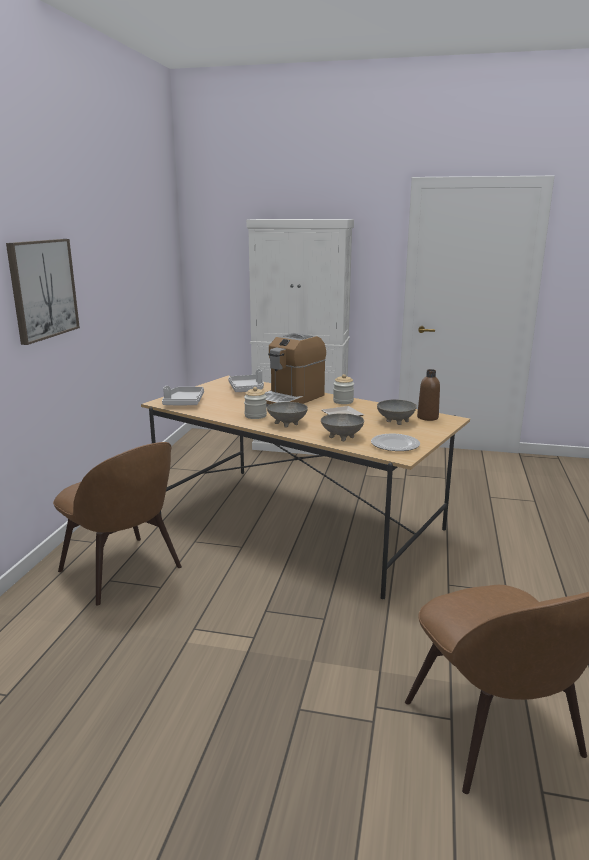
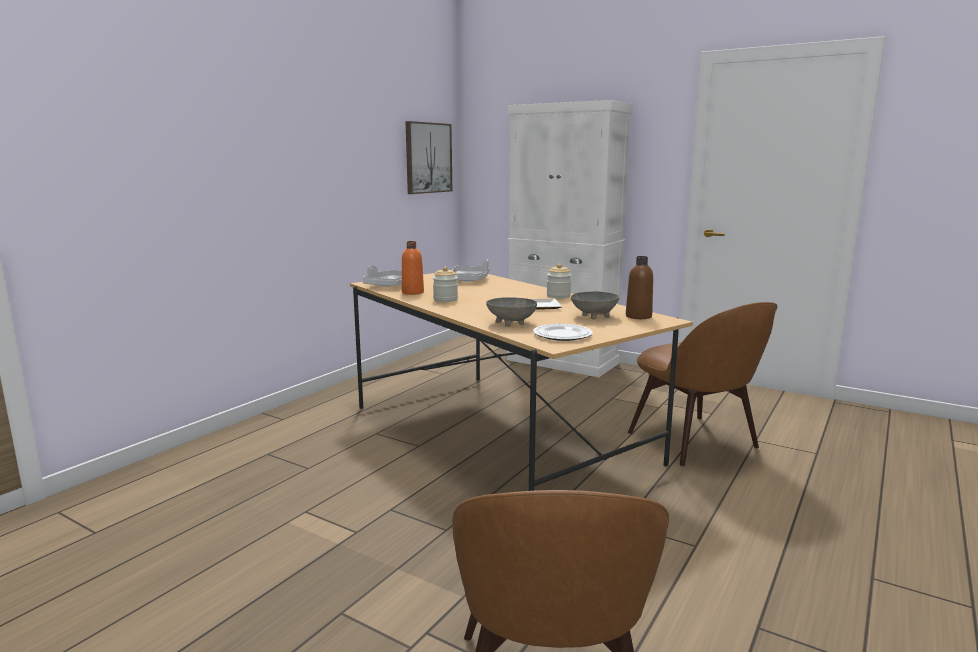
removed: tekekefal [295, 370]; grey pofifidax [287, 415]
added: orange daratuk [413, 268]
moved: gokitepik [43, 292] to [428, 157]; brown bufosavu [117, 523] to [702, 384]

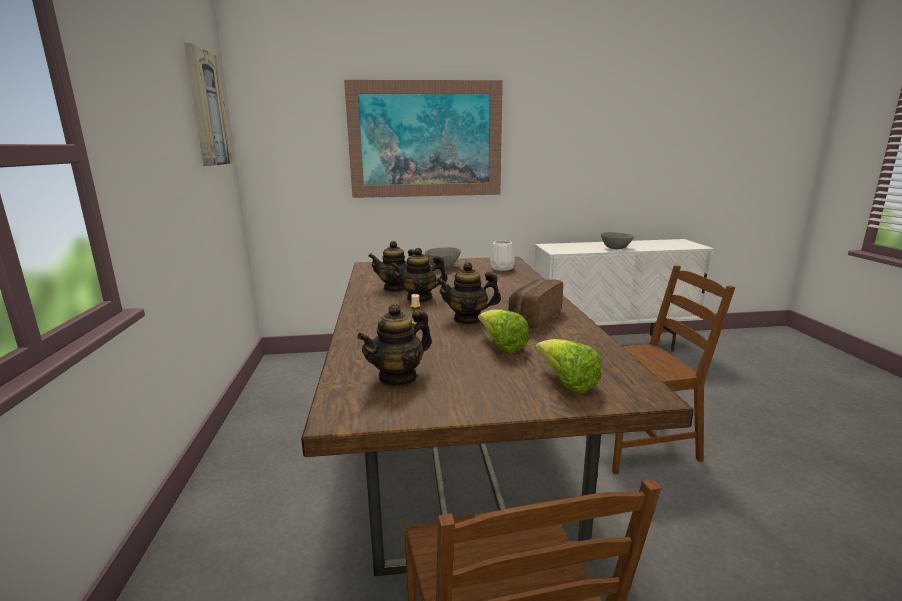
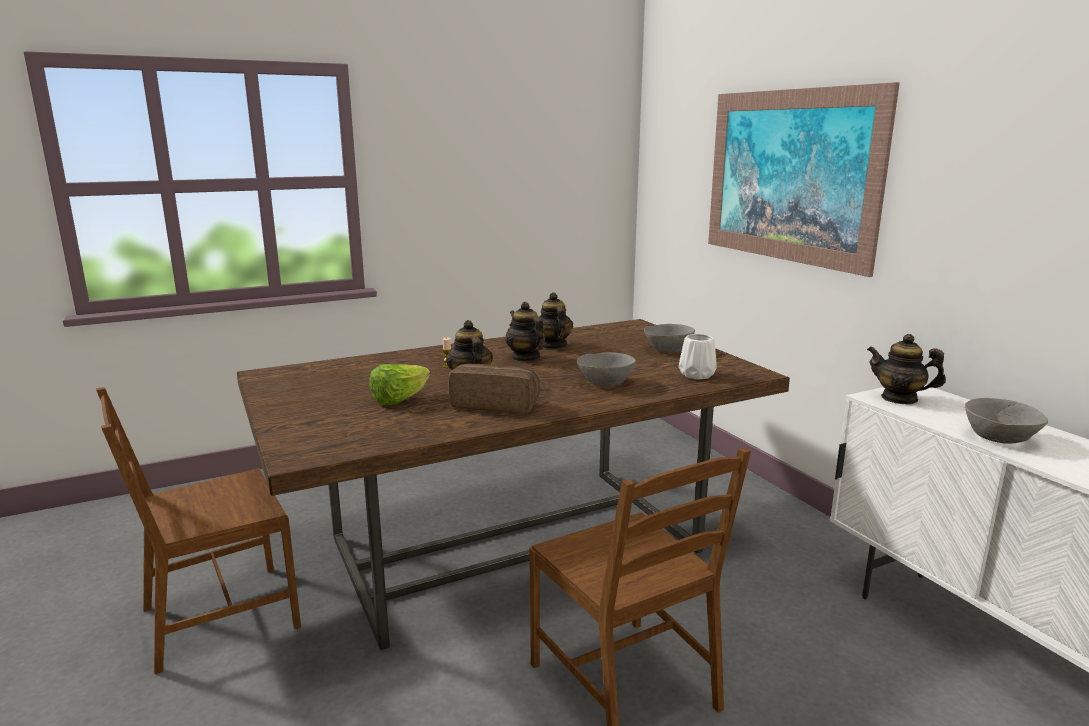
removed: gokitepik [208, 104]; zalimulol [568, 366]
added: grey pofifidax [606, 369]
moved: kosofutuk [394, 345] to [906, 369]

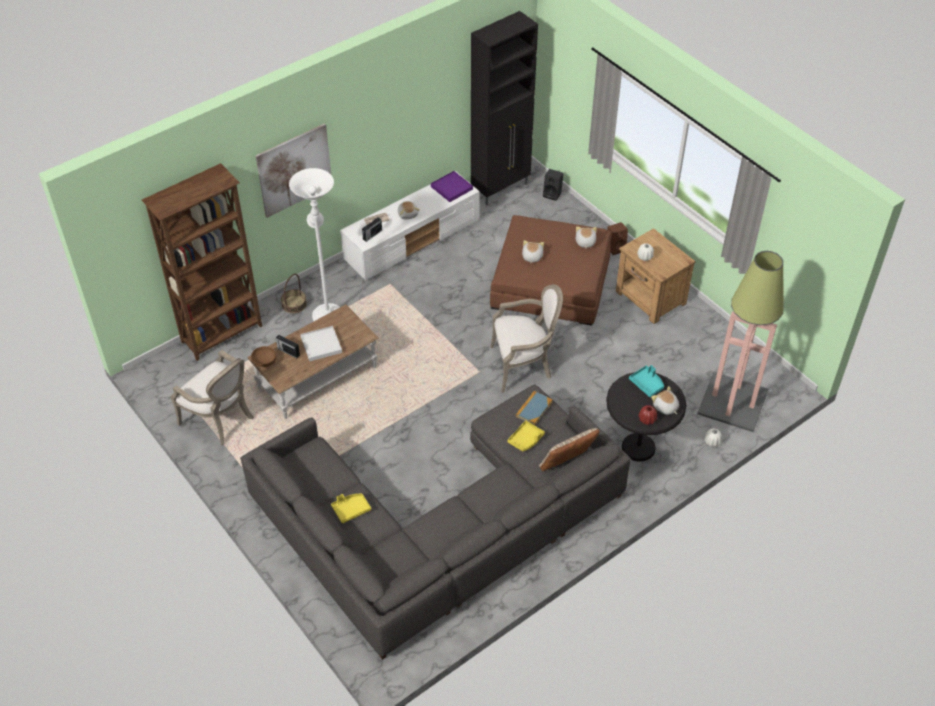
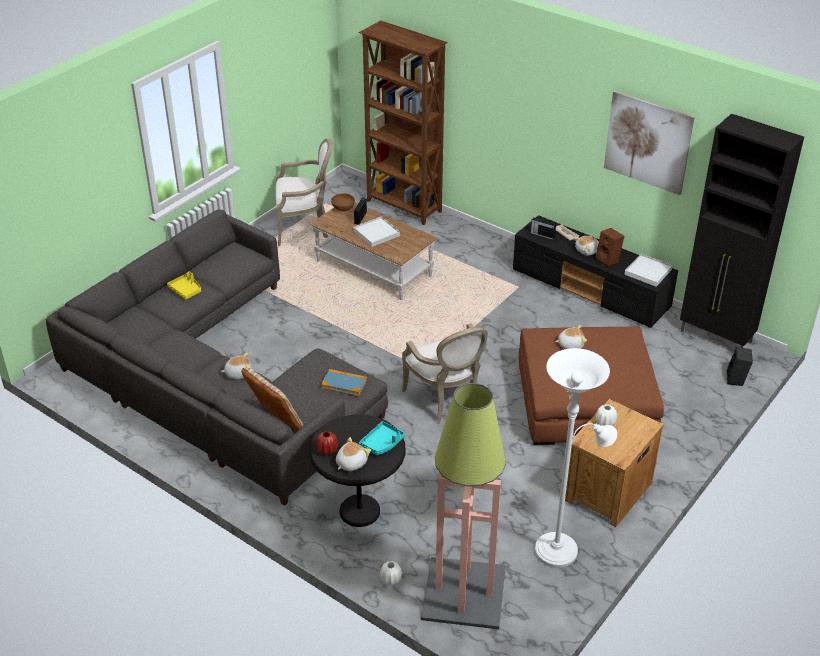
removed: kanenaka [294, 293]; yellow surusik [526, 436]
moved: gokitepik [293, 170] to [649, 143]; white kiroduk [314, 244] to [576, 458]; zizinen [586, 237] to [236, 366]; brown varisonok [617, 238] to [609, 247]
recoloured: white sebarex [410, 226] to black sebarex [595, 271]; purple surusik [452, 186] to white surusik [648, 270]
turned: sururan [212, 397] = [304, 192] 120 degrees counterclockwise

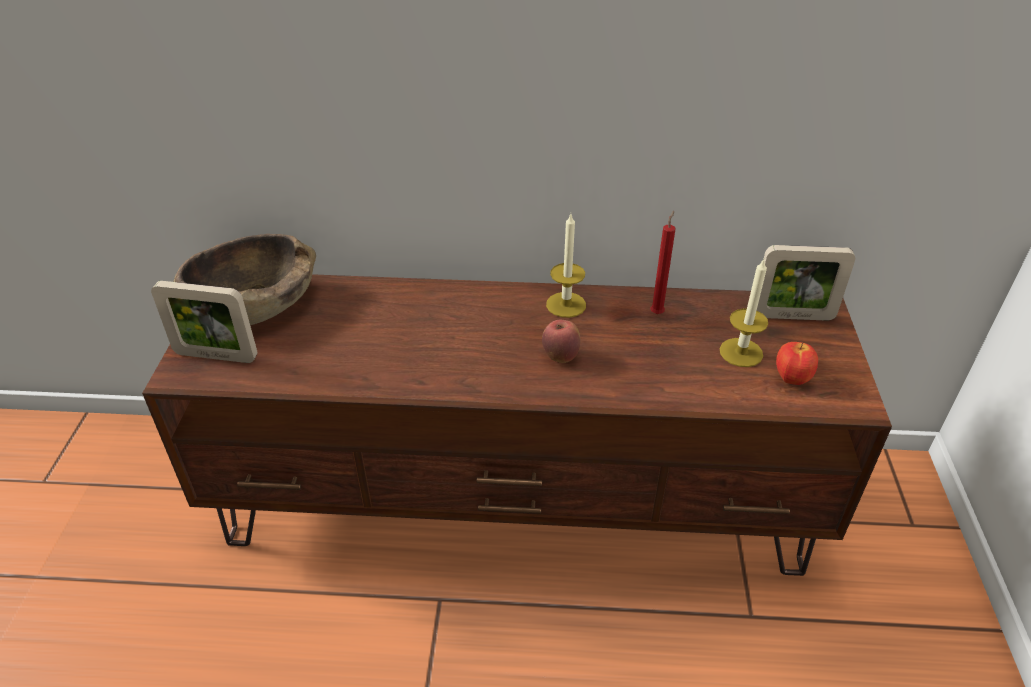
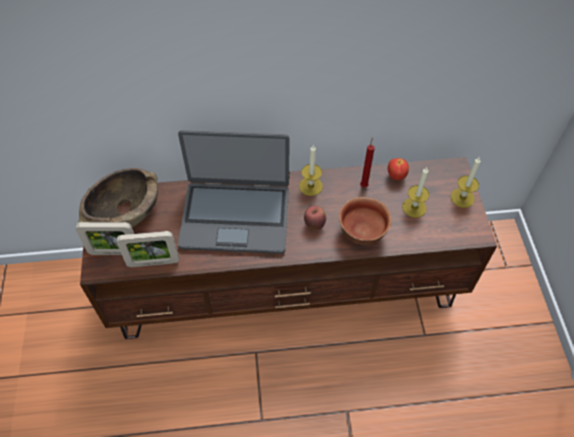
added: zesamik [234, 192]; pofifidax [365, 221]; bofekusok [465, 182]
moved: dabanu [806, 283] to [148, 249]; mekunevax [797, 363] to [398, 169]

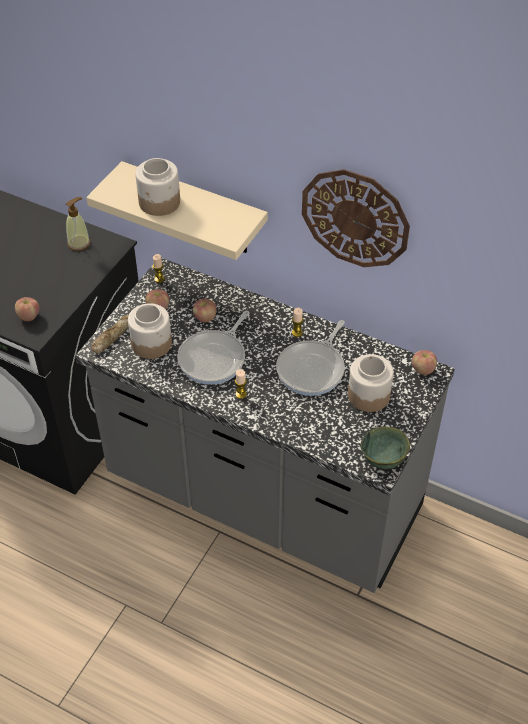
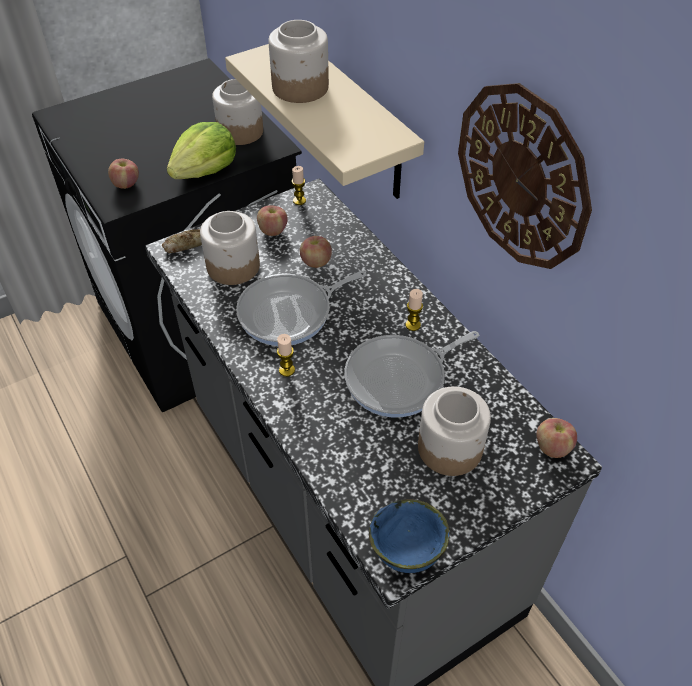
added: zalimulol [201, 150]
replaced: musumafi [78, 224] to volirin [237, 112]
recoloured: green pofifidax [385, 448] to blue pofifidax [409, 536]

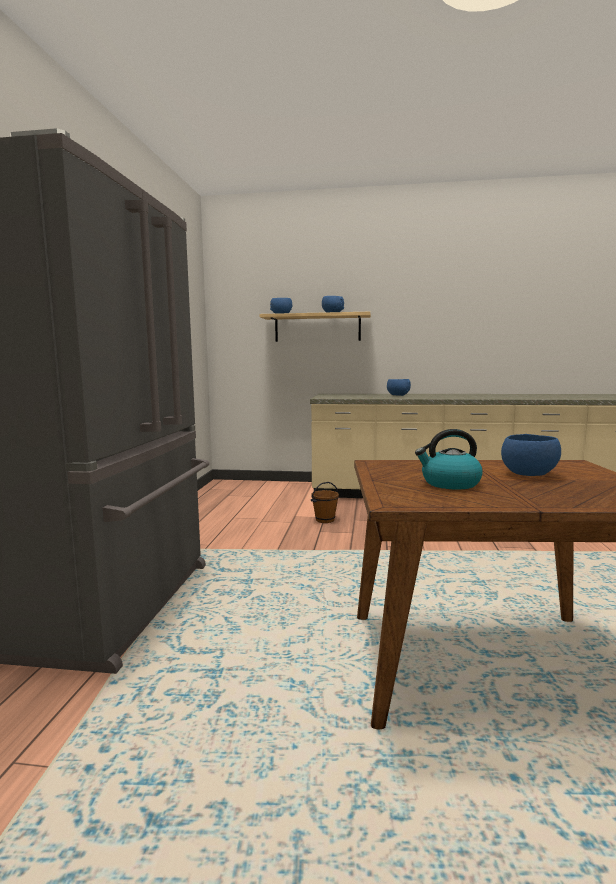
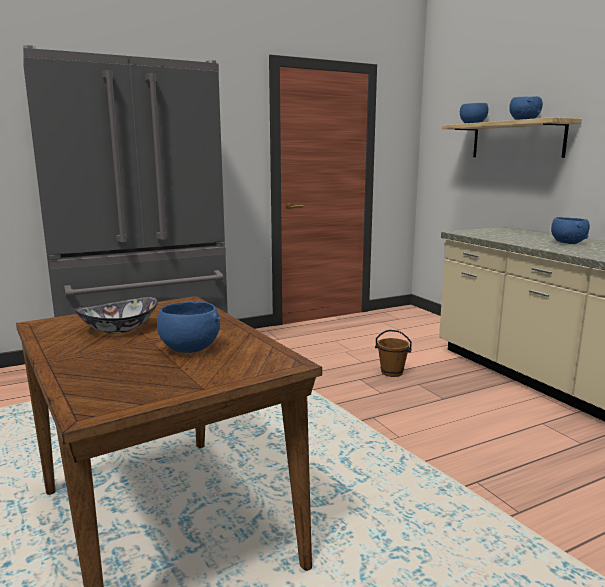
replaced: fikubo [449, 459] to pofifidax [116, 315]

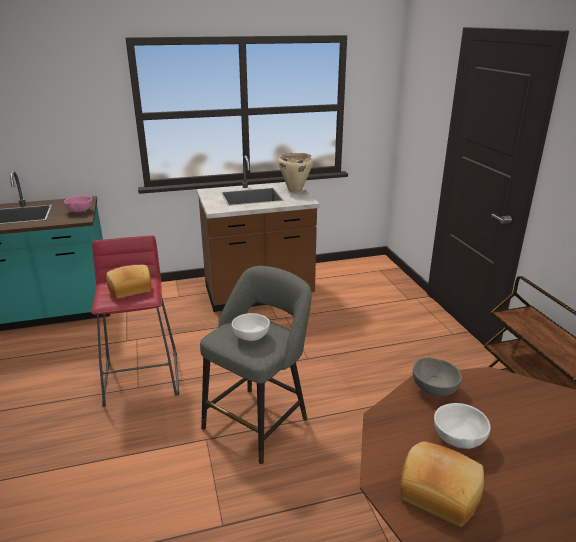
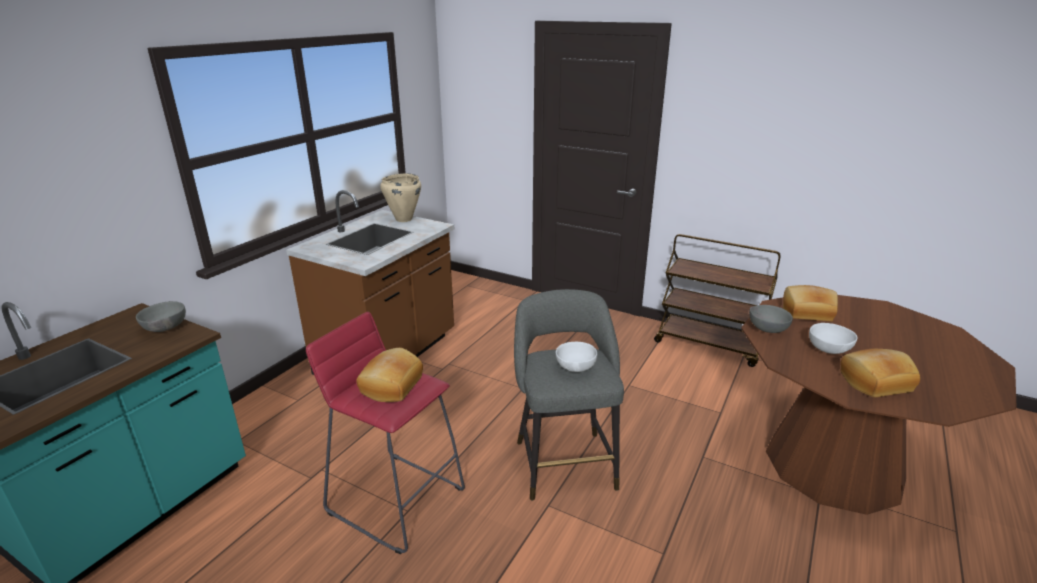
added: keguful [810, 303]
recoloured: pink pofifidax [78, 204] to grey pofifidax [161, 316]

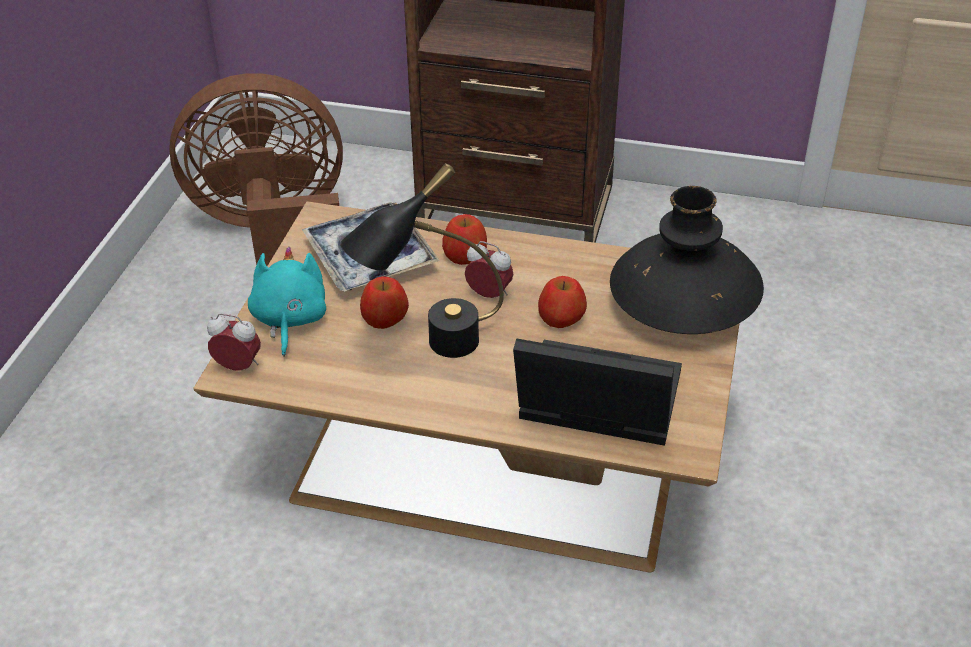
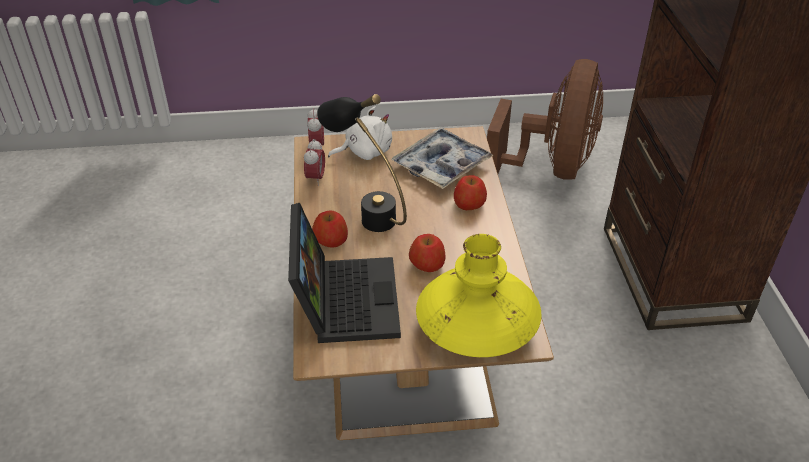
moved: mekunevax [384, 302] to [330, 229]; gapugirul [489, 269] to [314, 162]
recoloured: turquoise zizinen [287, 301] to white zizinen [360, 133]; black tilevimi [687, 260] to yellow tilevimi [478, 295]
turned: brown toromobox [256, 169] = [545, 119] 45 degrees clockwise

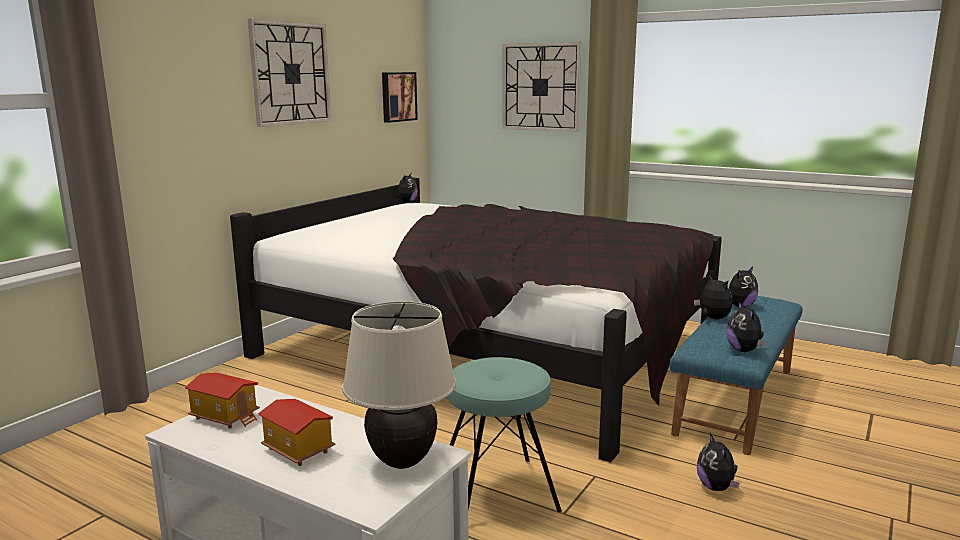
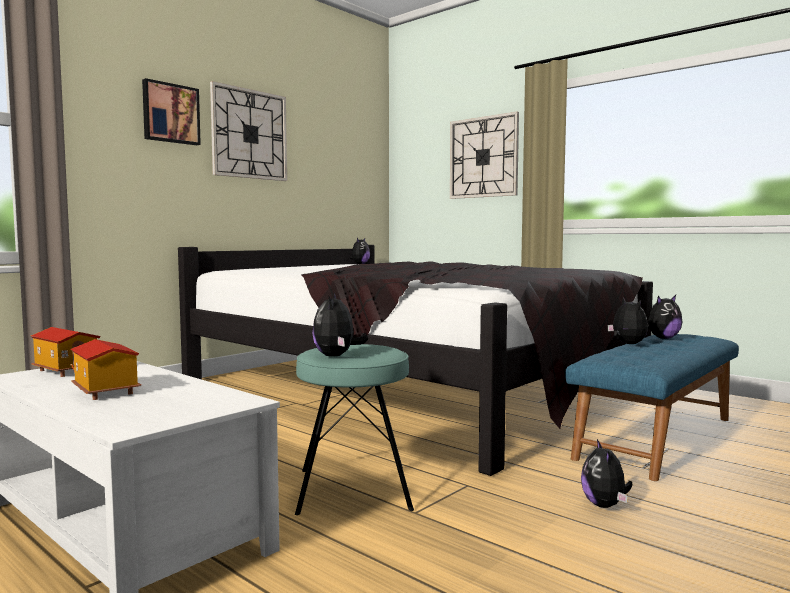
removed: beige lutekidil [399, 385]
moved: gokitepik [400, 97] to [171, 111]; zizinen [746, 326] to [340, 325]

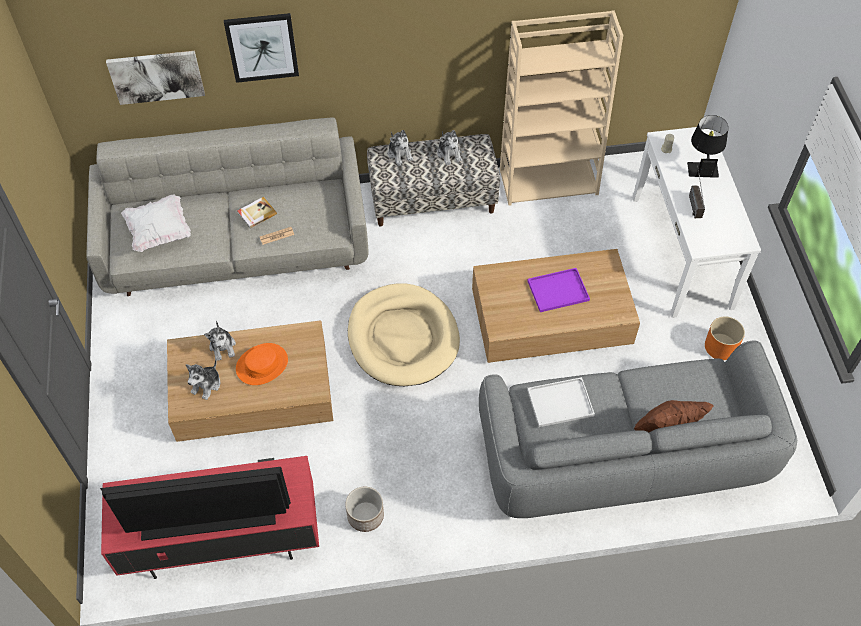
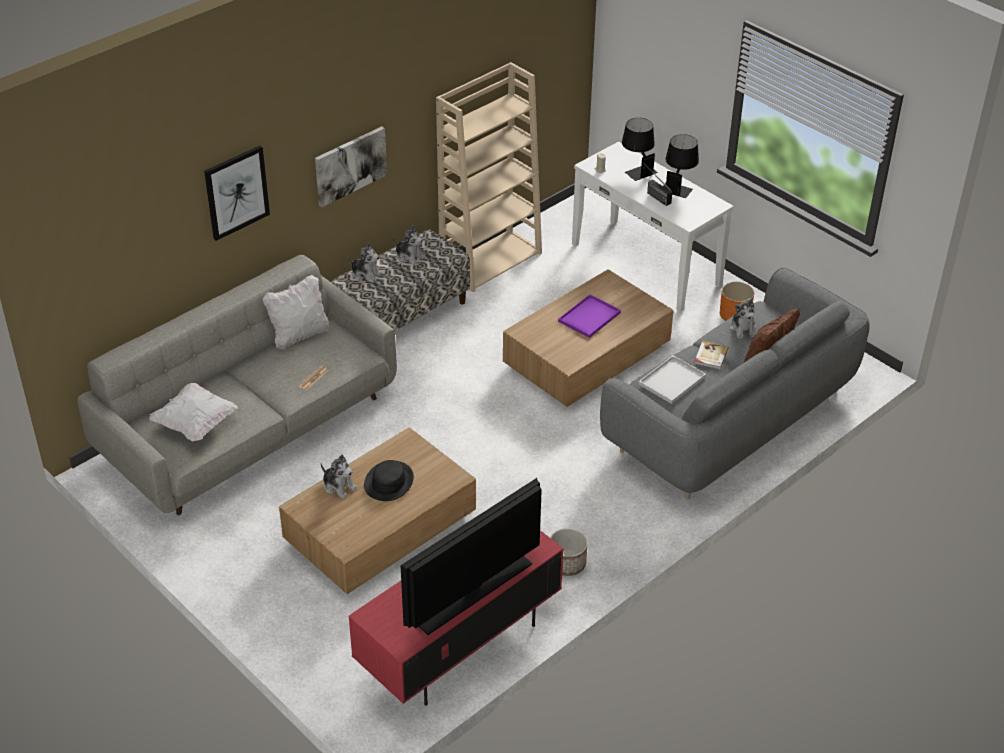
removed: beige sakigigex [404, 335]
added: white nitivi [296, 312]; black lutekidil [681, 166]
moved: gokitepik [155, 78] to [351, 166]; zizinen [203, 379] to [743, 319]; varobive [257, 213] to [711, 355]
recoloured: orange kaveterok [262, 364] to black kaveterok [389, 480]

